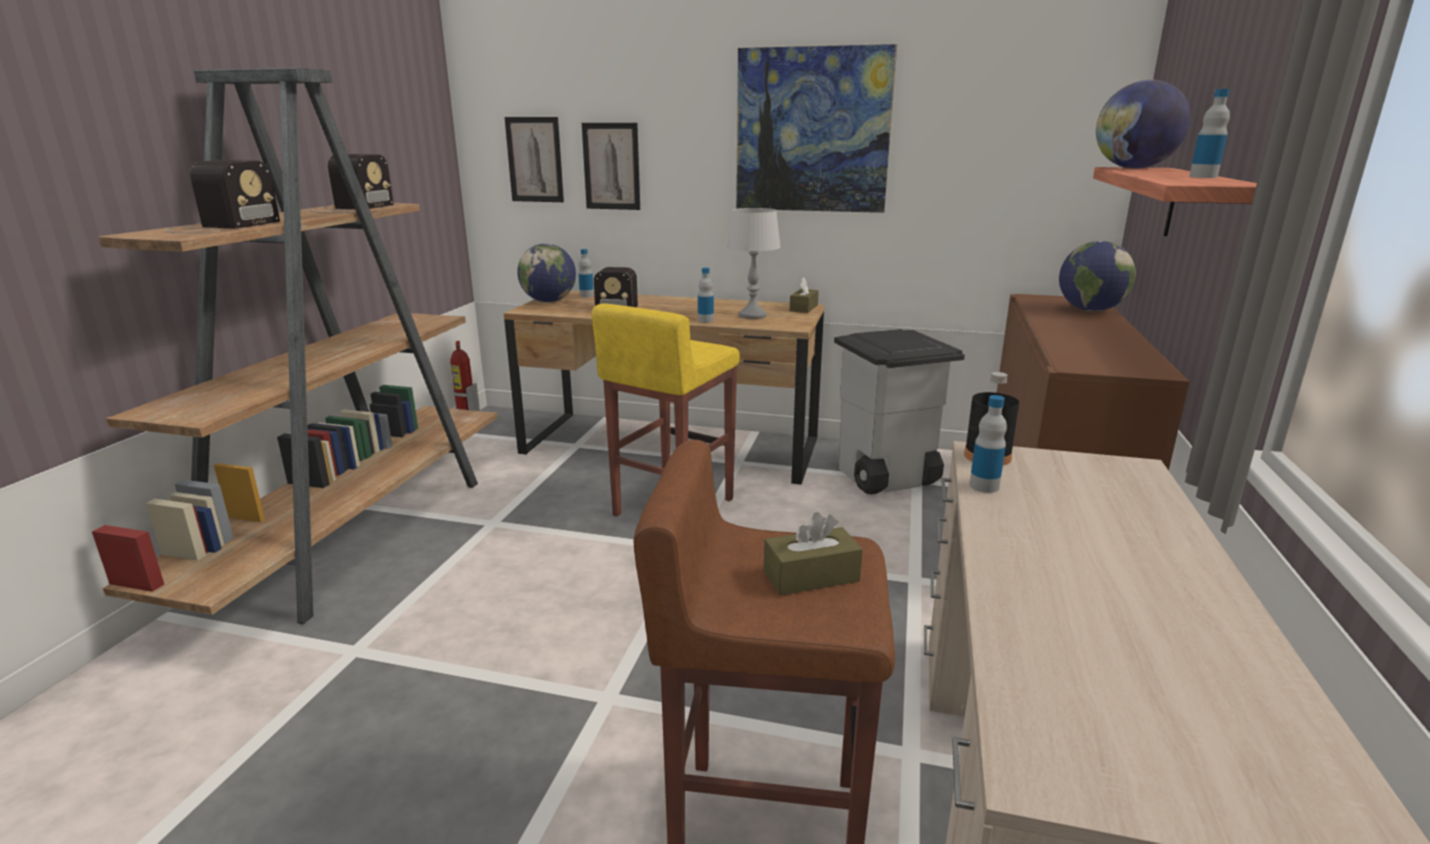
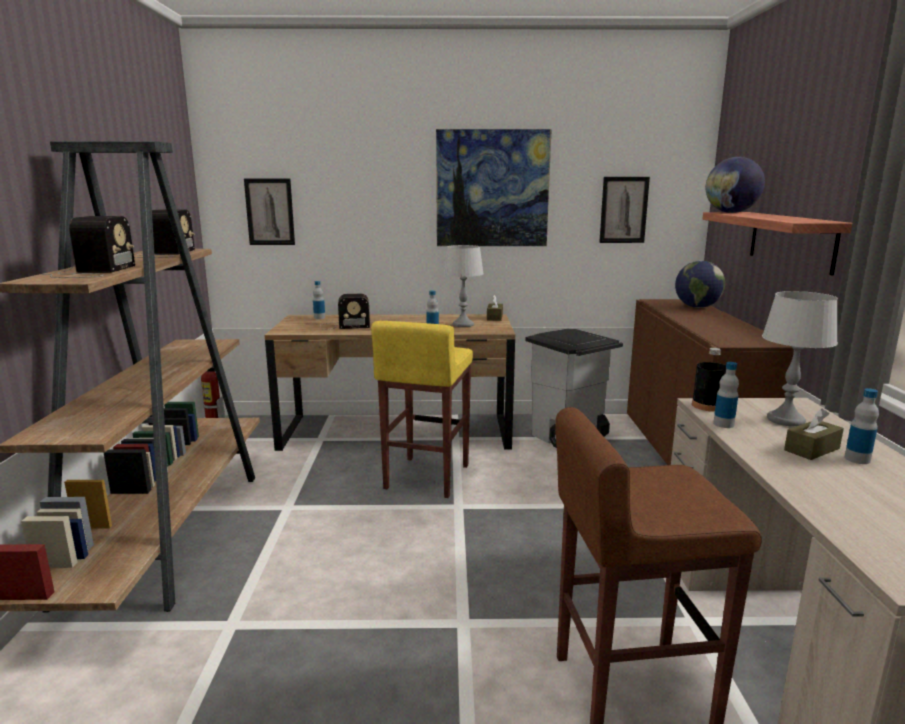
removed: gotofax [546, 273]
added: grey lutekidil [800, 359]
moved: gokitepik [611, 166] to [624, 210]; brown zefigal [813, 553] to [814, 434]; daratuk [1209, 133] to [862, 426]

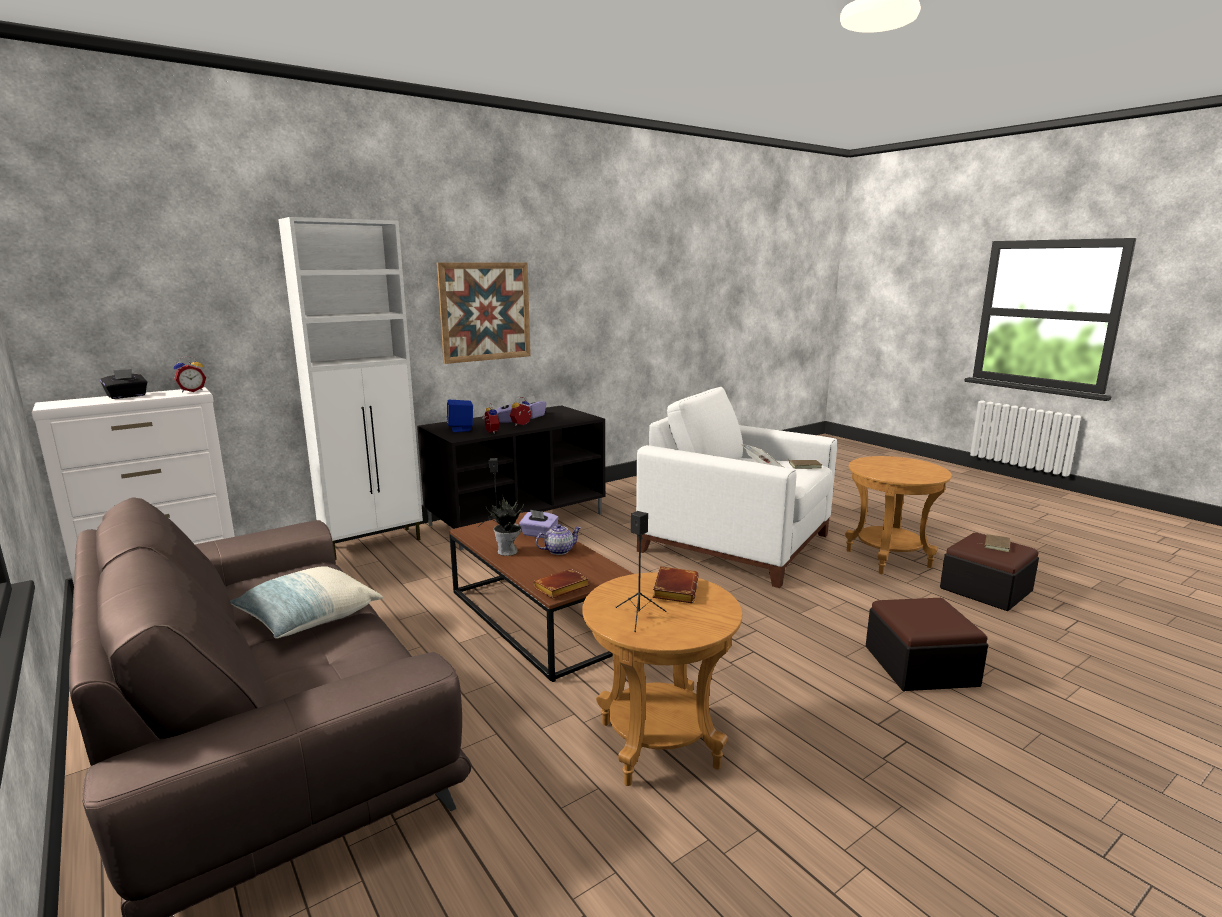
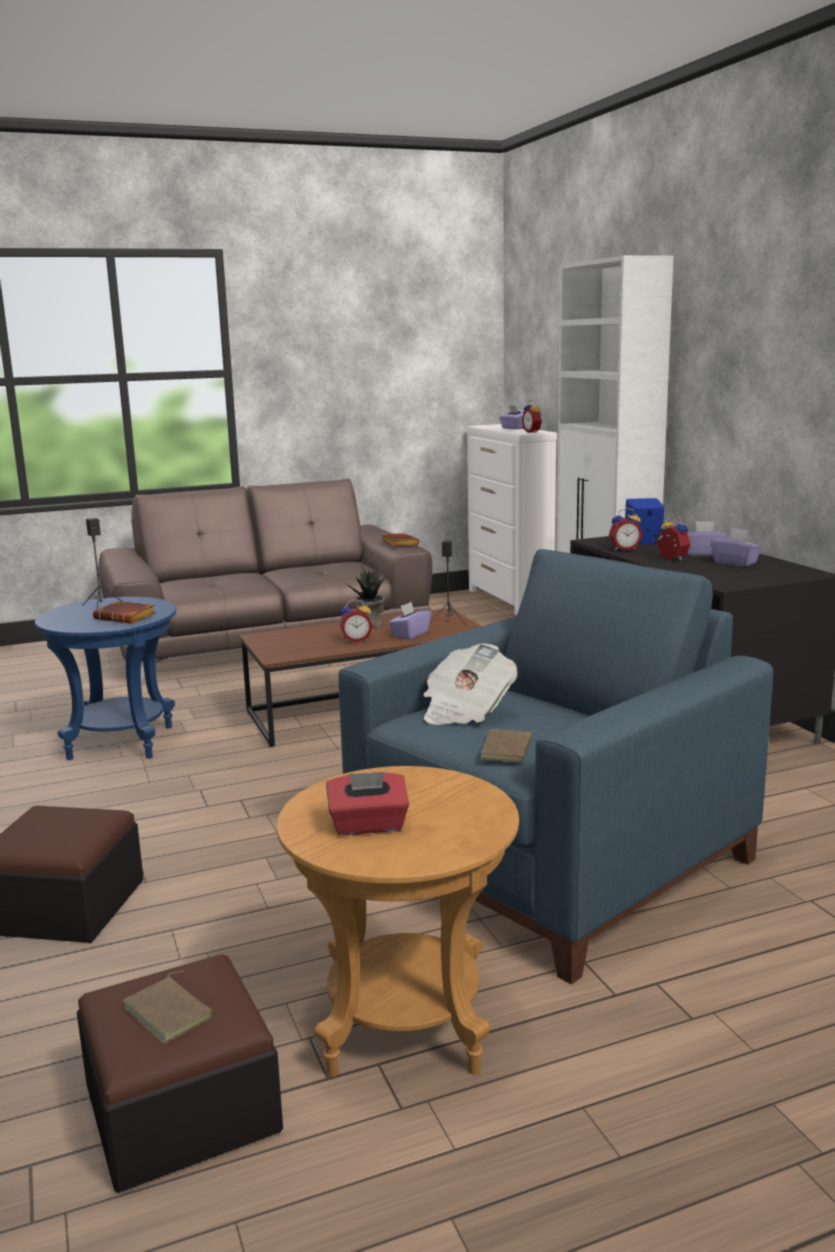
removed: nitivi [306, 602]; gokitepik [484, 313]
added: red zefigal [367, 803]
moved: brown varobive [561, 583] to [400, 539]
replaced: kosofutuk [558, 539] to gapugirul [356, 621]
recoloured: black zefigal [124, 384] to purple zefigal [512, 417]; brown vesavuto [662, 679] to blue vesavuto [105, 678]; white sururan [736, 487] to blue sururan [556, 766]

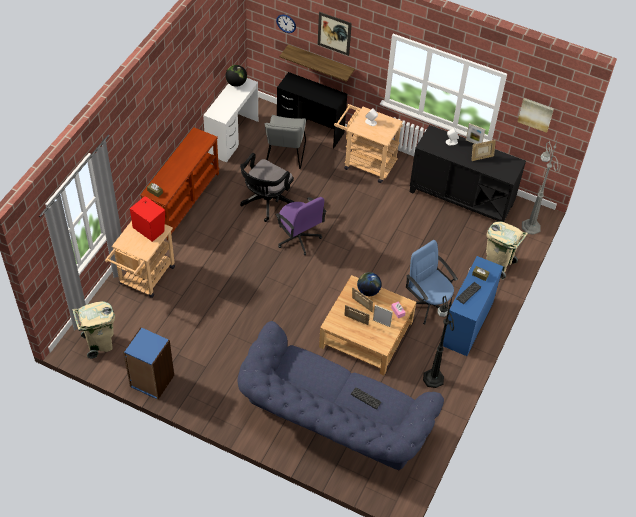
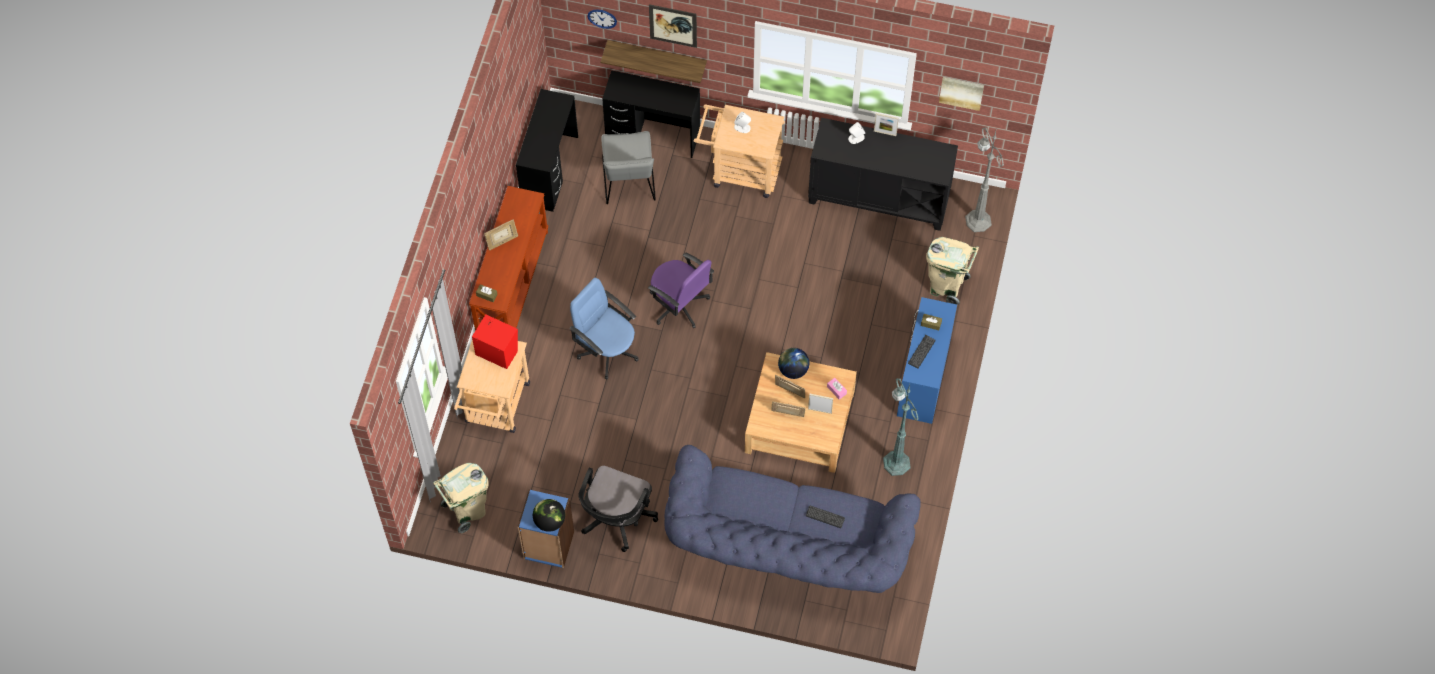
moved: gotofax [236, 76] to [549, 515]; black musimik [267, 187] to [618, 509]; blue musimik [432, 282] to [604, 328]; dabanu [483, 150] to [501, 234]
recoloured: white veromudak [230, 120] to black veromudak [547, 150]; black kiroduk [438, 341] to green kiroduk [901, 427]

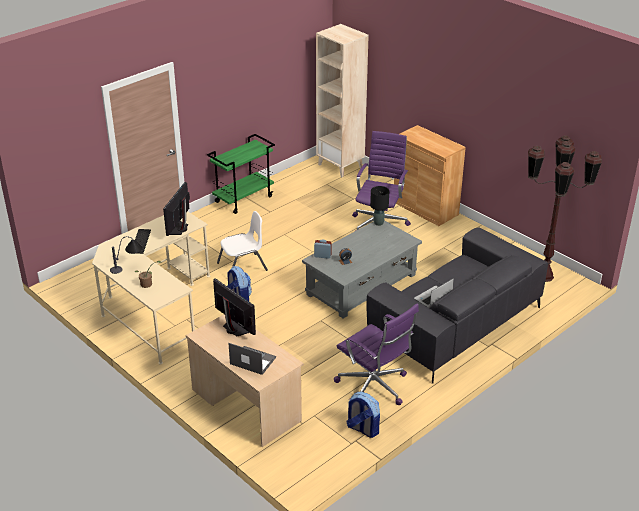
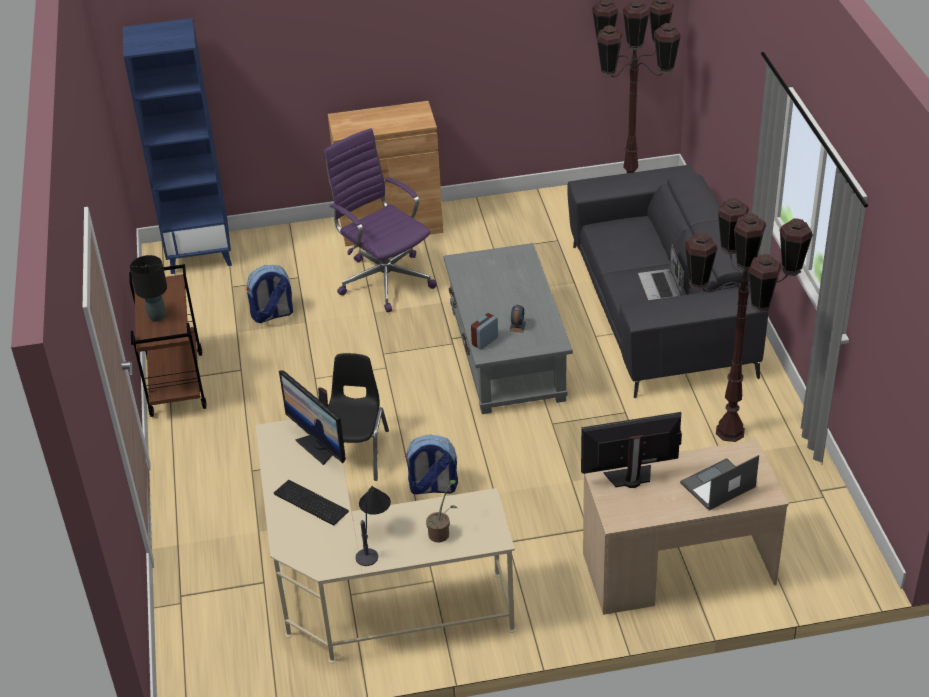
moved: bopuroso [363, 415] to [269, 294]; black lutekidil [379, 206] to [148, 288]
replaced: purple musimik [376, 354] to brown kiroduk [749, 320]
recoloured: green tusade [241, 174] to brown tusade [168, 340]; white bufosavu [242, 241] to black bufosavu [358, 417]; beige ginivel [342, 101] to blue ginivel [177, 146]

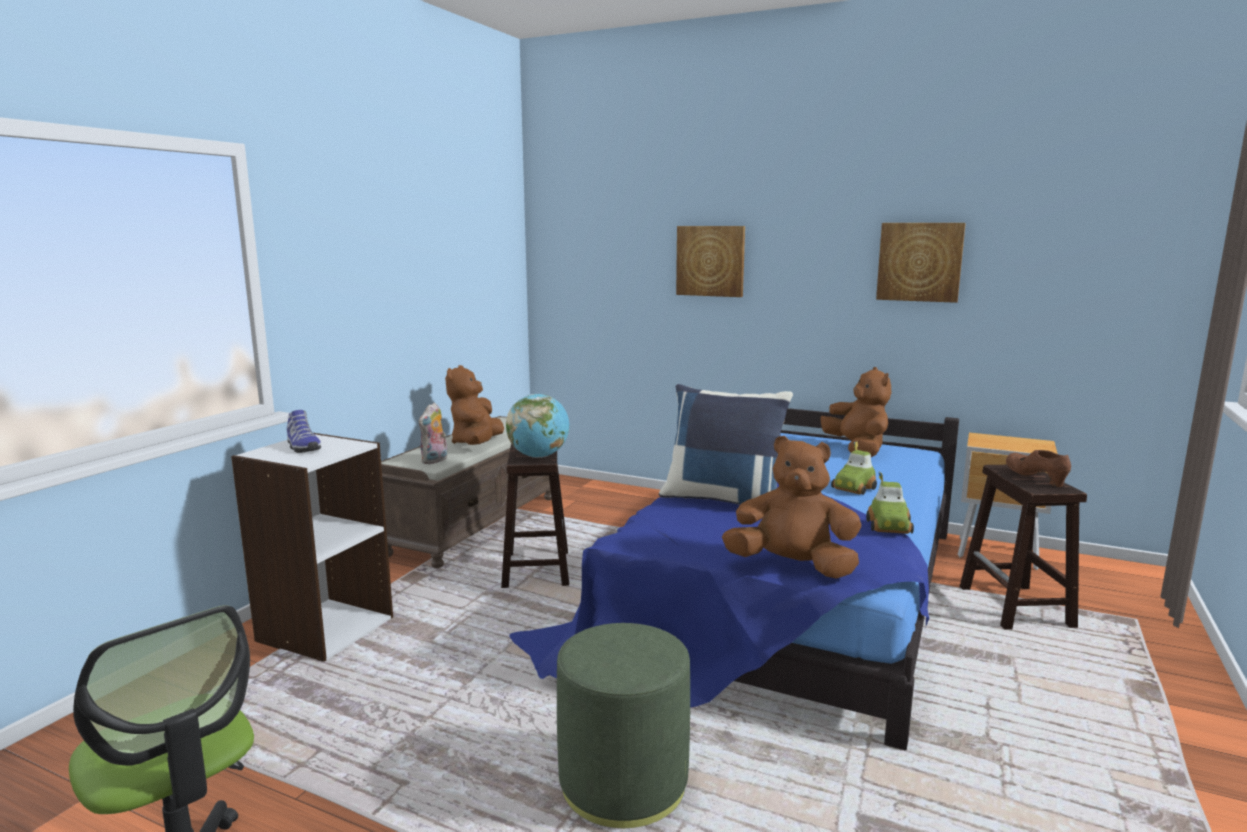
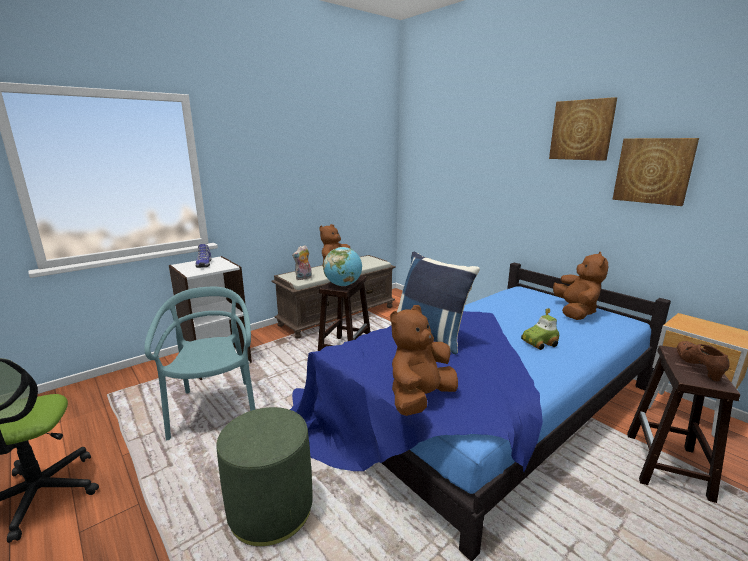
removed: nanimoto [890, 503]
added: turquoise bufosavu [199, 363]
moved: gokitepik [710, 261] to [583, 129]
turned: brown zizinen [791, 507] = [424, 360] 90 degrees counterclockwise

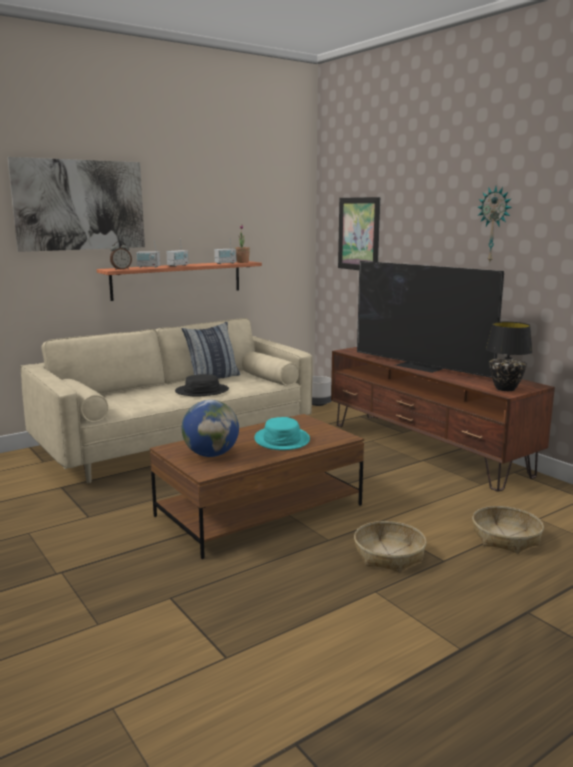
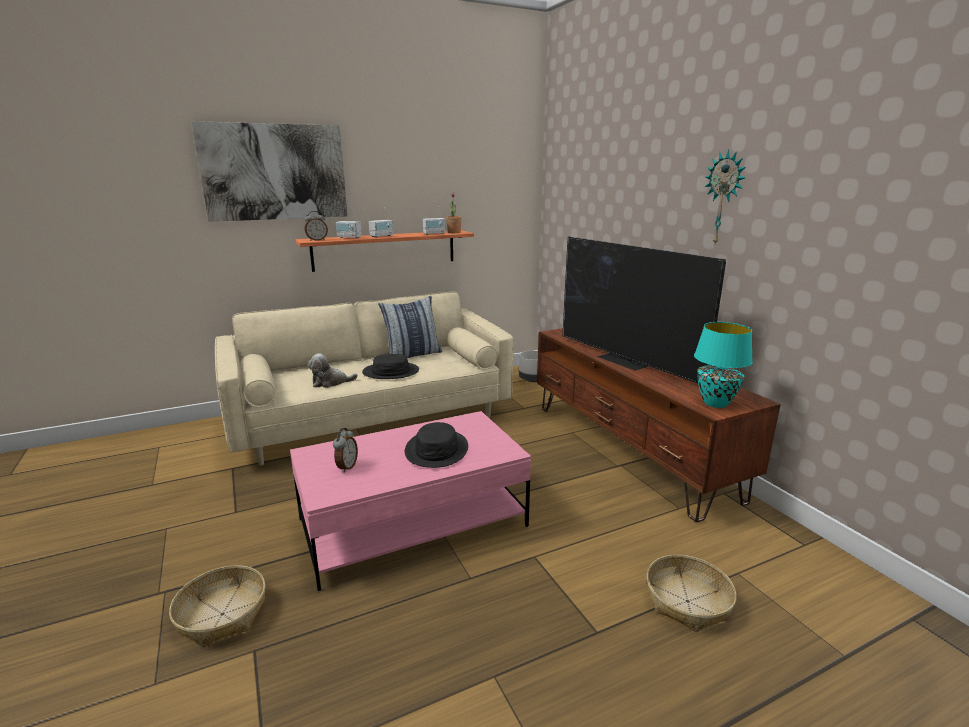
removed: gokitepik [359, 233]
added: zizinen [332, 370]
moved: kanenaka [390, 546] to [217, 606]
replaced: gotofax [210, 428] to gapugirul [345, 450]
recoloured: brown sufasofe [257, 486] to pink sufasofe [410, 501]; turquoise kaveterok [282, 433] to black kaveterok [436, 445]; black lutekidil [509, 356] to turquoise lutekidil [723, 365]

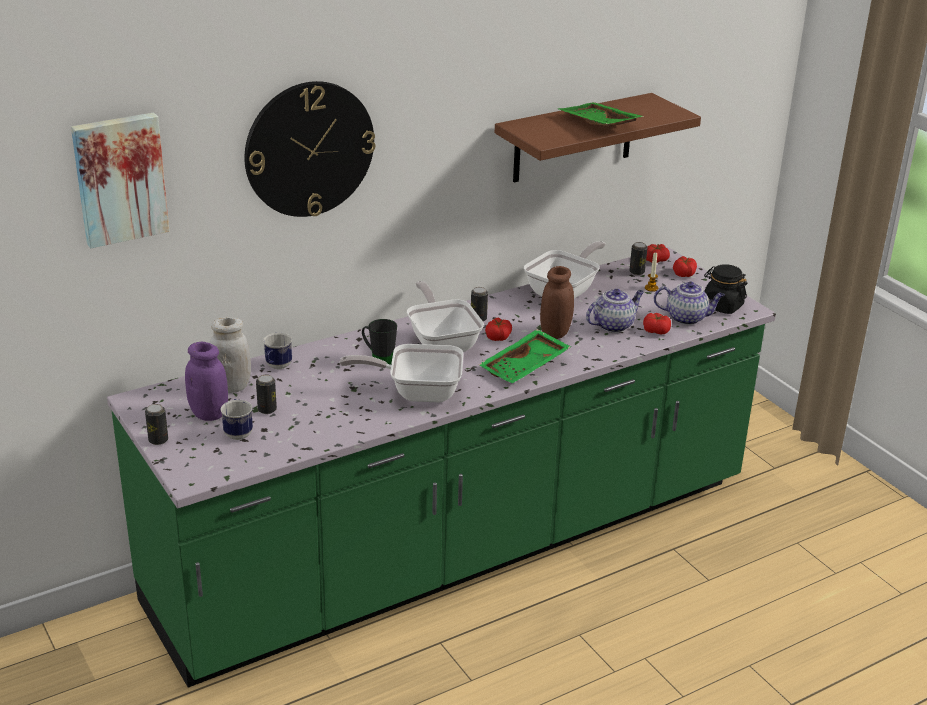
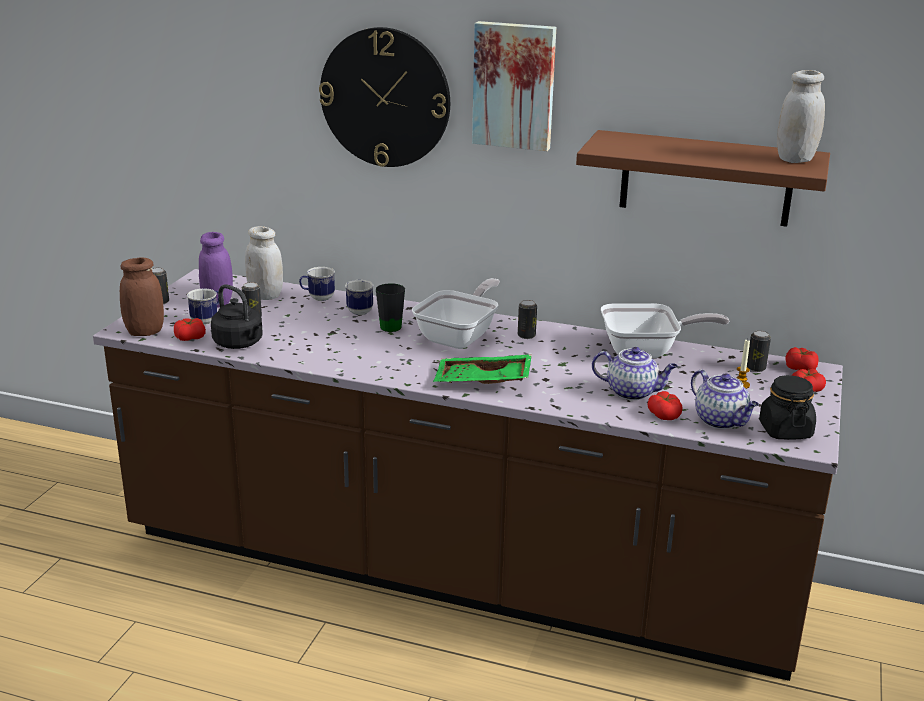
removed: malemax [401, 373]; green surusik [601, 114]
added: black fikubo [237, 316]; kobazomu [359, 297]; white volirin [801, 116]
moved: gokitepik [120, 180] to [514, 86]; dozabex [498, 329] to [190, 329]; brown volirin [557, 302] to [142, 297]
recoloured: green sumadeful [441, 467] to brown sumadeful [468, 475]

